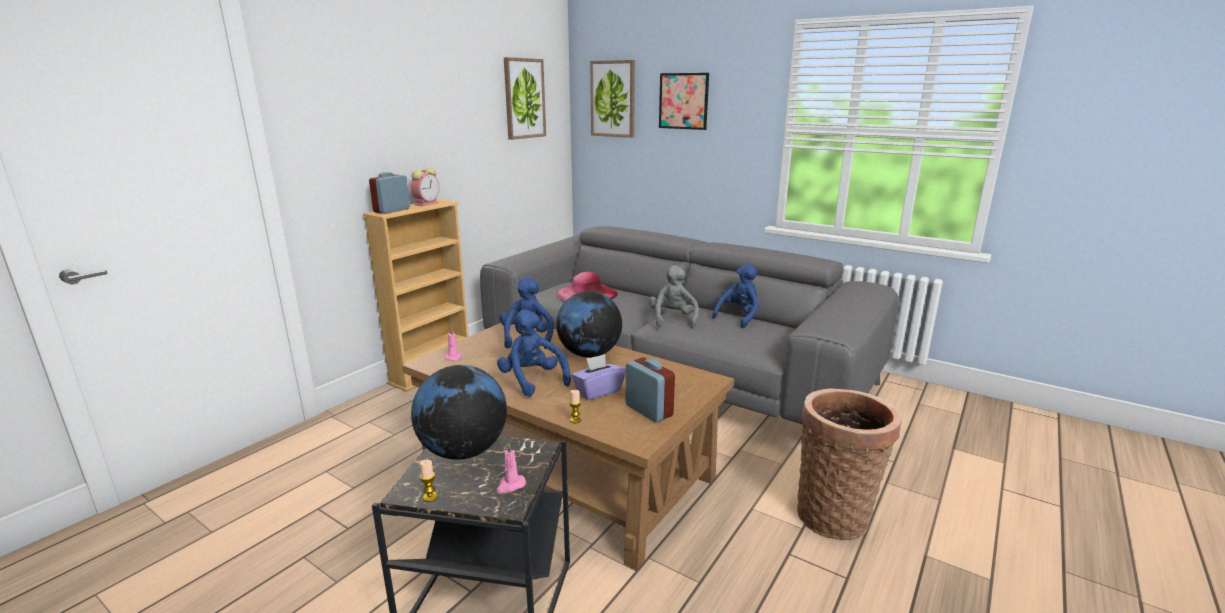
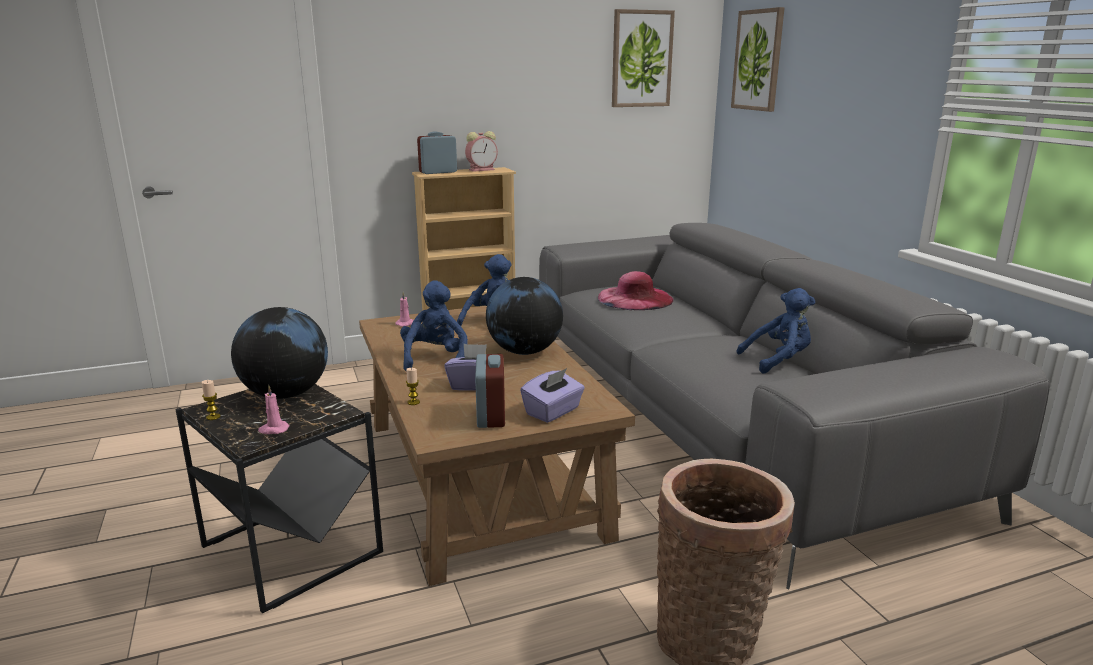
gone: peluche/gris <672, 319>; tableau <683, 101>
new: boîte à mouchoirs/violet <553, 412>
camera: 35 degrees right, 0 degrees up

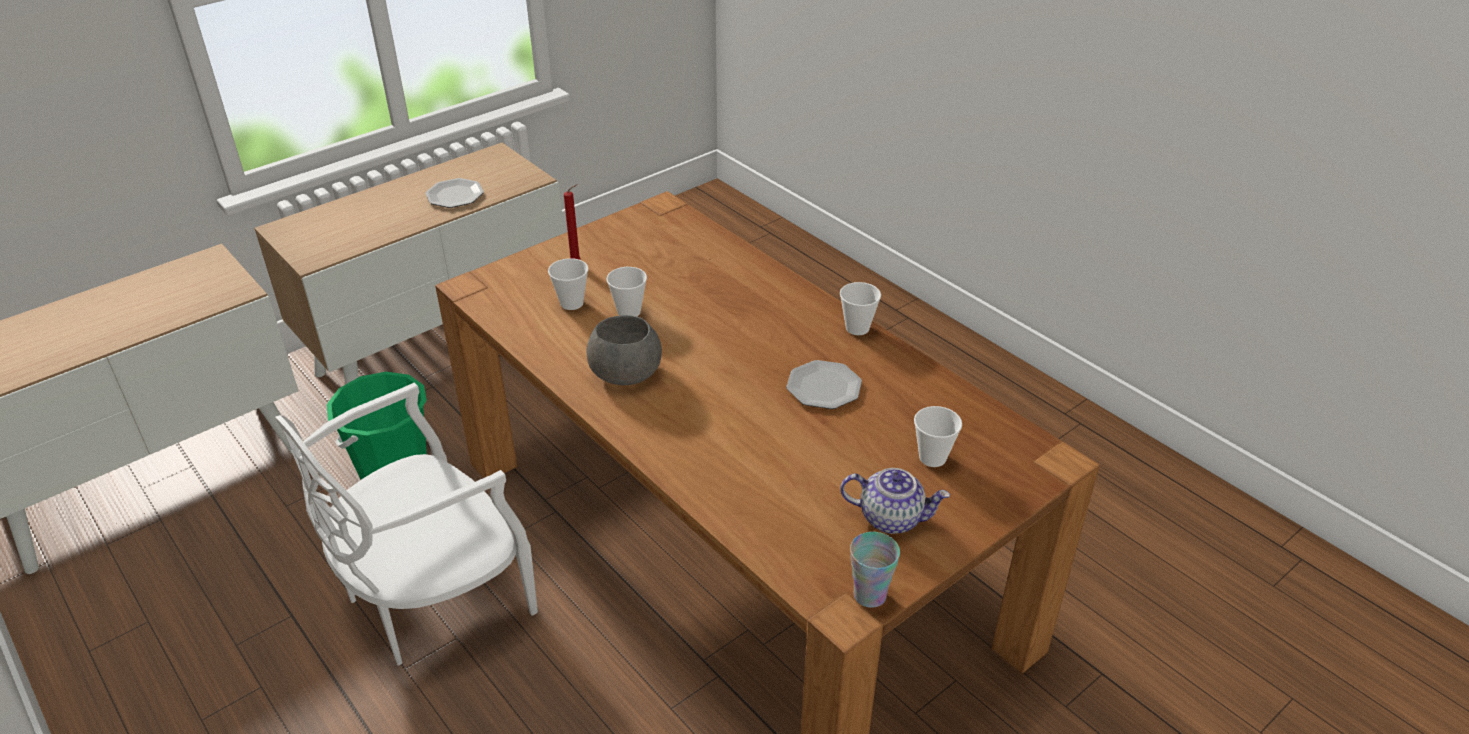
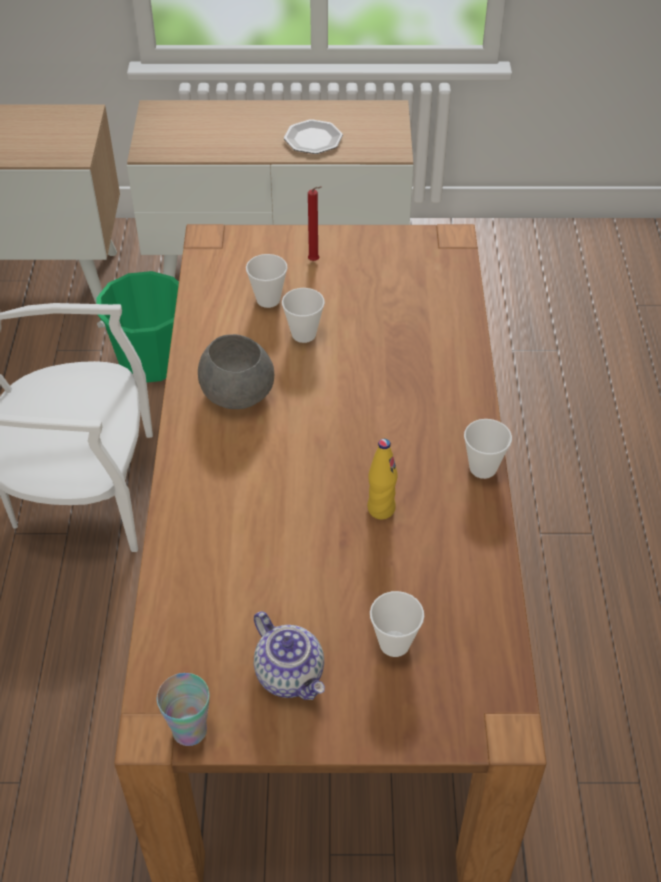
swapped: assiette <823, 387> to bouteille/jaune <381, 509>
camera: 40 degrees right, 10 degrees up

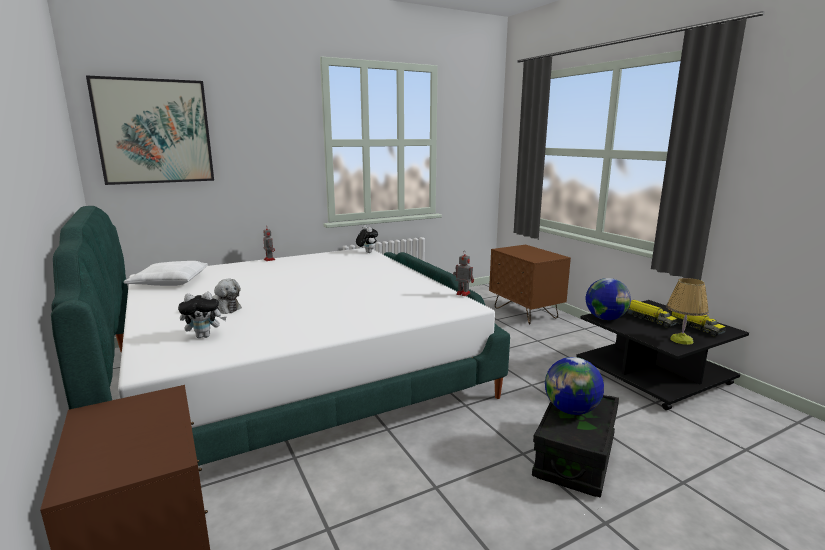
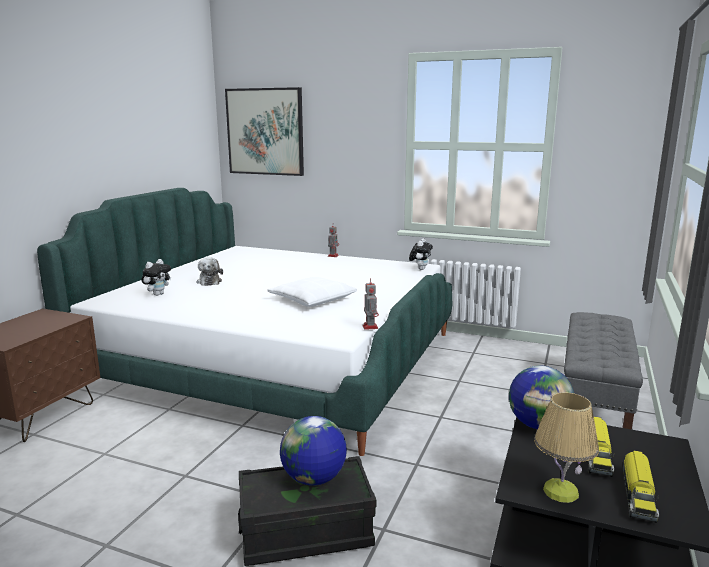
shifted: coussin/blanc <169, 281> to <312, 299>
swapped: table de chevet/marron <525, 313> to banc/gris <594, 403>
rotated: peluche <204, 336> = <158, 294> 90 degrees counterclockwise
camera: 50 degrees right, 0 degrees up

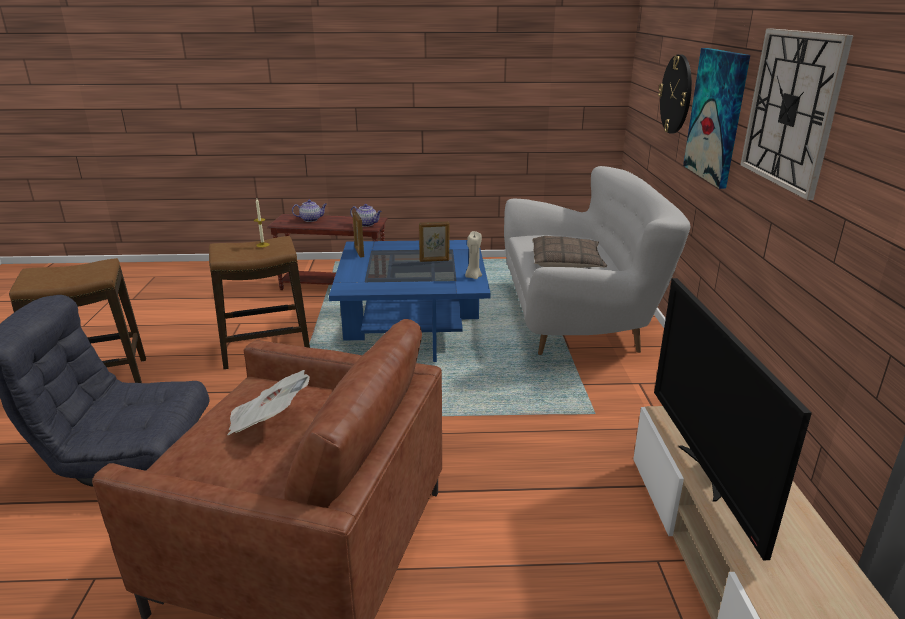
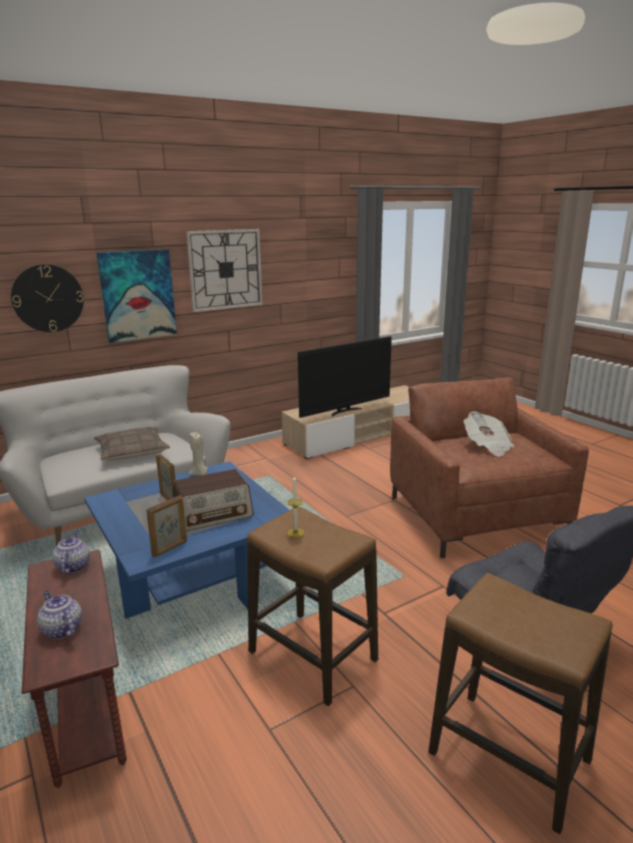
new: radio <213, 515>
camera: 120 degrees left, 5 degrees down

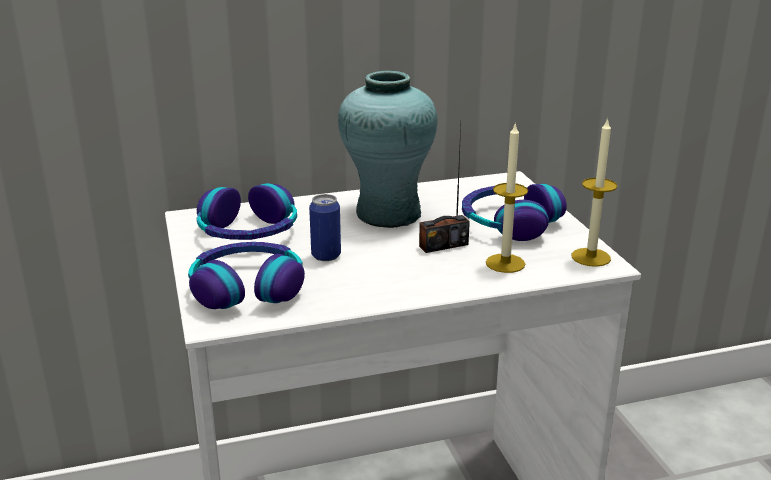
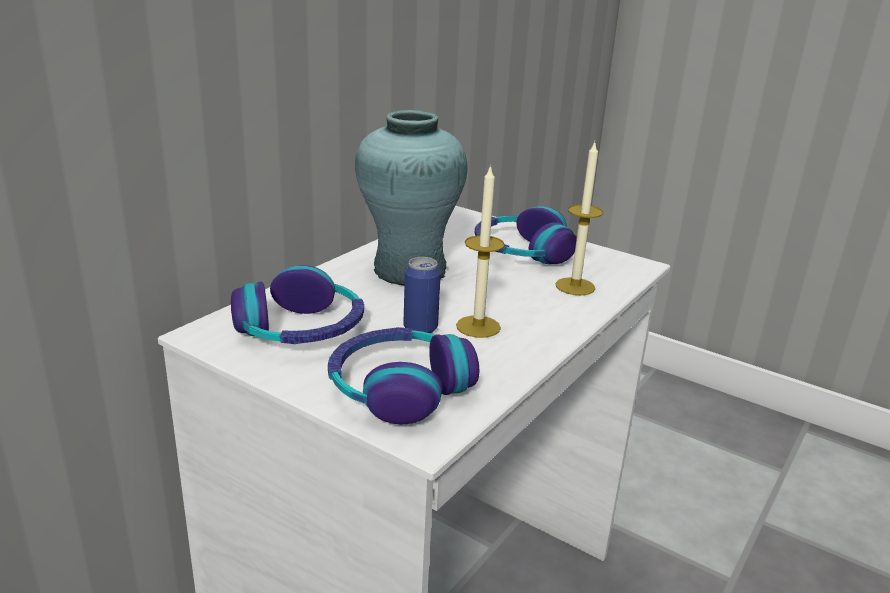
gone: radio <443, 245>
shifted: bougie <591, 257> to <478, 326>
camera: 40 degrees left, 0 degrees up

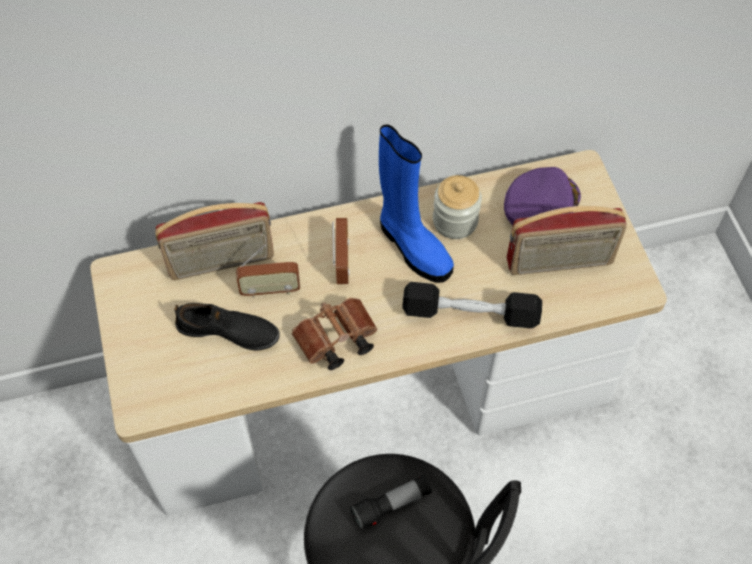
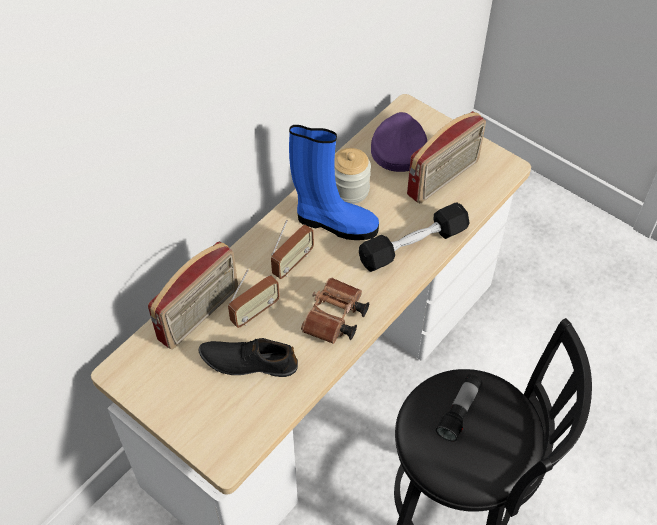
rotated: chaussure/noir <228, 332> = <248, 361> 150 degrees counterclockwise; radio <341, 263> = <292, 263> 75 degrees clockwise
camera: 35 degrees left, 5 degrees down

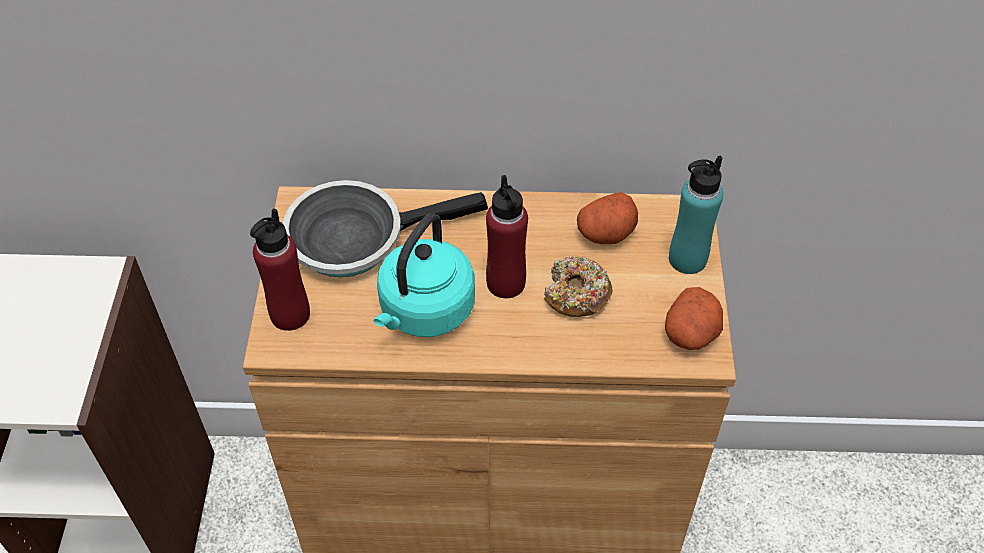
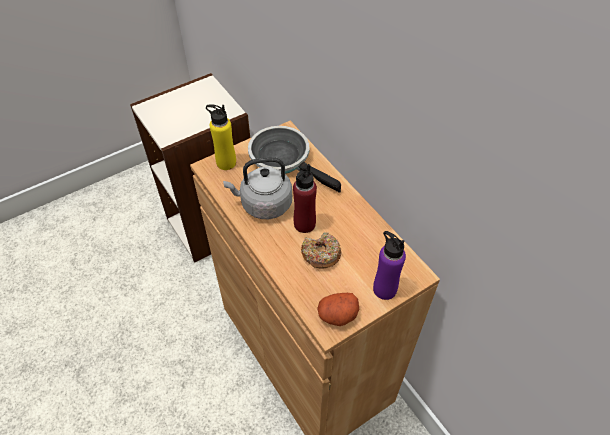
gone: pomme de terre <606, 233>
repainted: bouteille/rouge <290, 314> to bouteille/jaune <226, 162>; bouilloire/turquoise <424, 312> to bouilloire/gris <263, 204>; bouteille/turquoise <687, 259> to bouteille/violet <384, 289>
camera: 55 degrees right, 0 degrees up

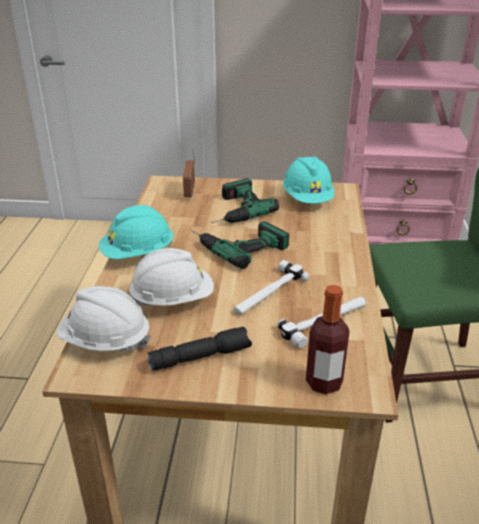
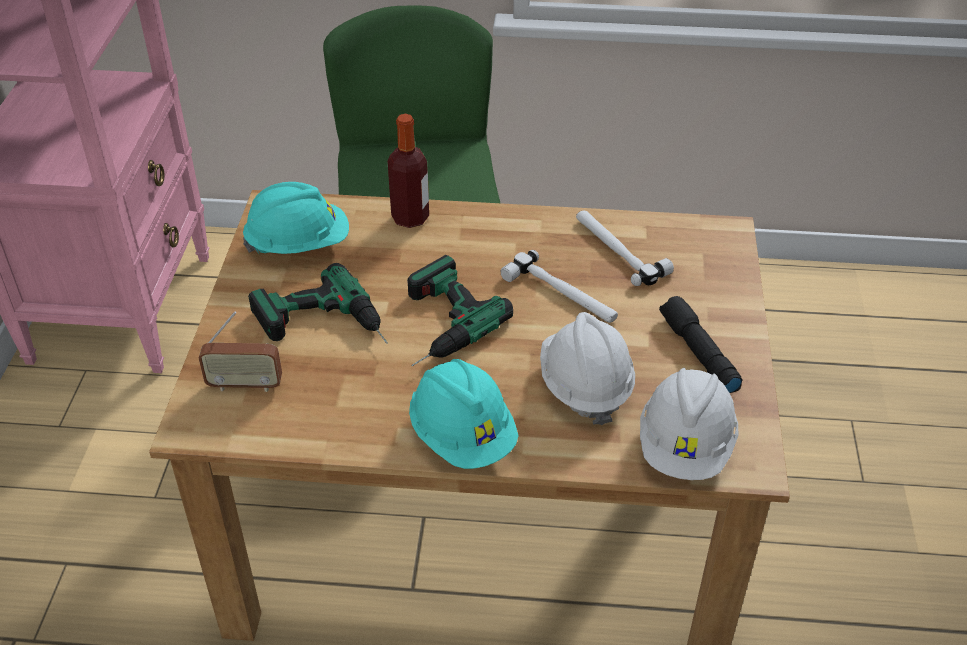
shifted: bouteille <324, 382> to <410, 218>
camera: 90 degrees left, 10 degrees up

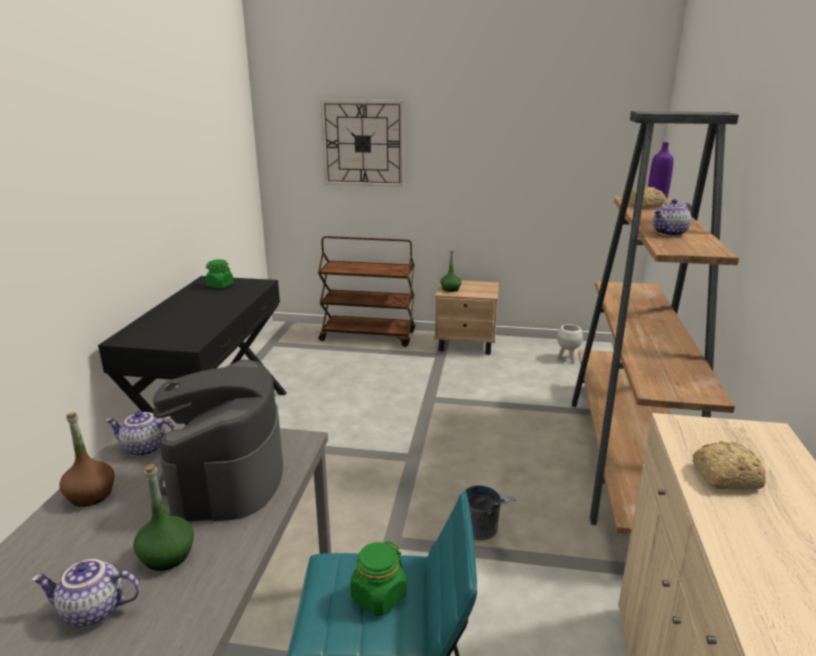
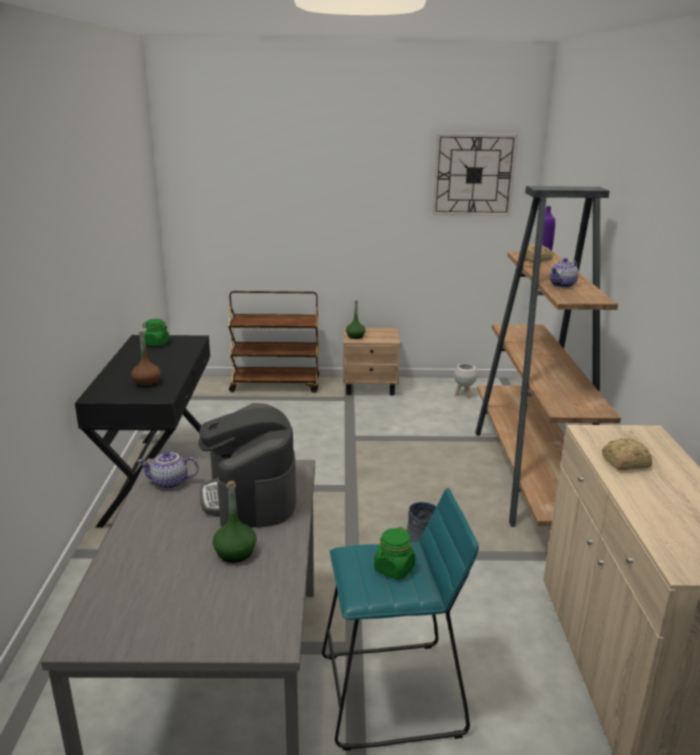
gone: théière <92, 612>
shifted: bouteille/marron <90, 495> to <146, 383>; horloge murale <363, 143> to <473, 175>
camera: 10 degrees left, 0 degrees up

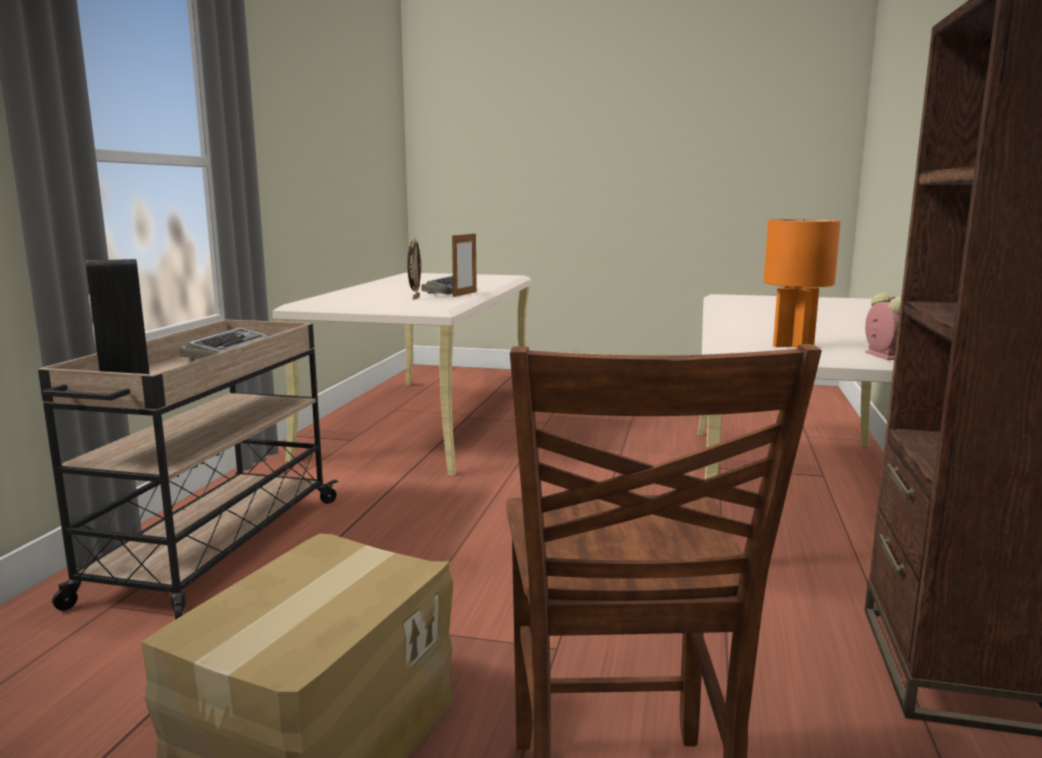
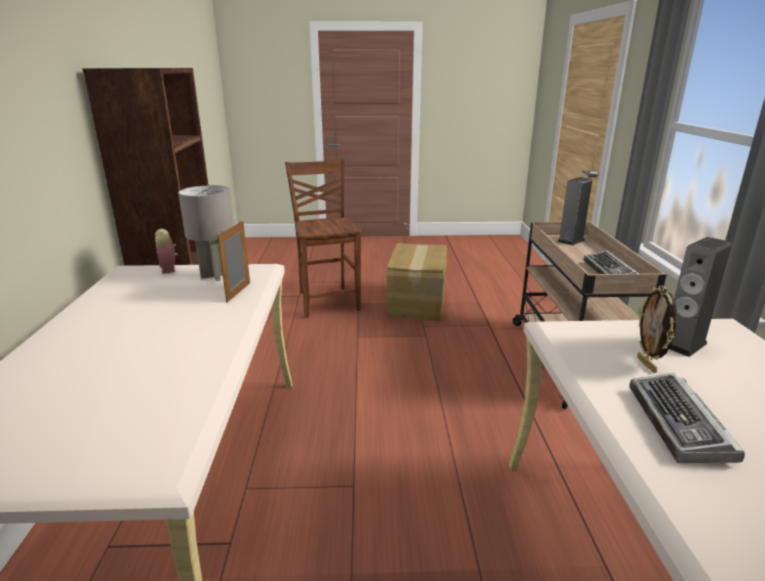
new: enceinte <683, 344>
shifted: cadre photo <465, 294> to <238, 292>
repainted: lampe de table/orange <794, 346> to lampe de table/gris <215, 275>
camera: 165 degrees right, 10 degrees up

